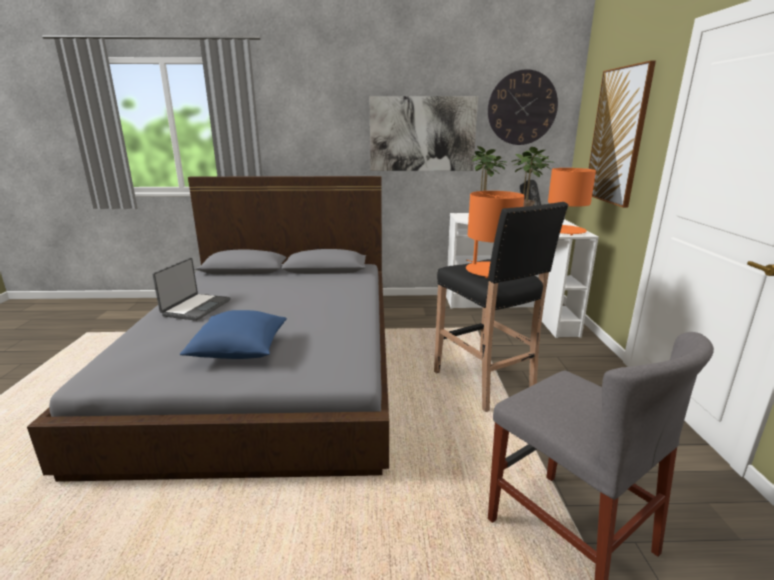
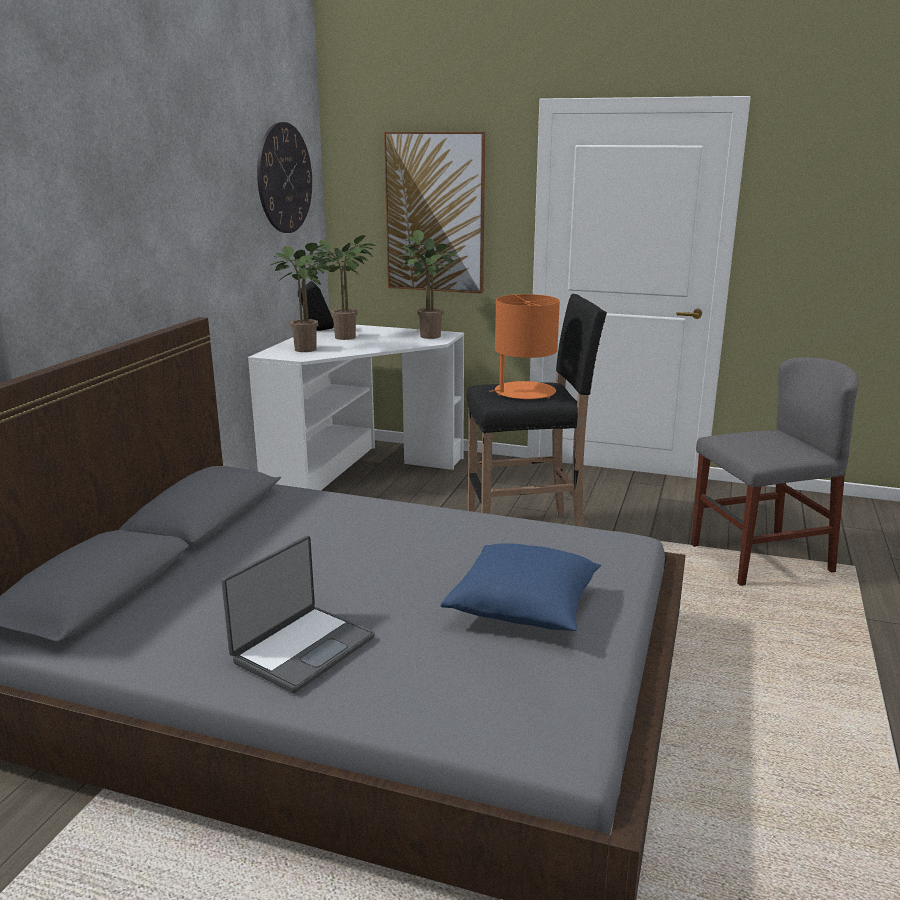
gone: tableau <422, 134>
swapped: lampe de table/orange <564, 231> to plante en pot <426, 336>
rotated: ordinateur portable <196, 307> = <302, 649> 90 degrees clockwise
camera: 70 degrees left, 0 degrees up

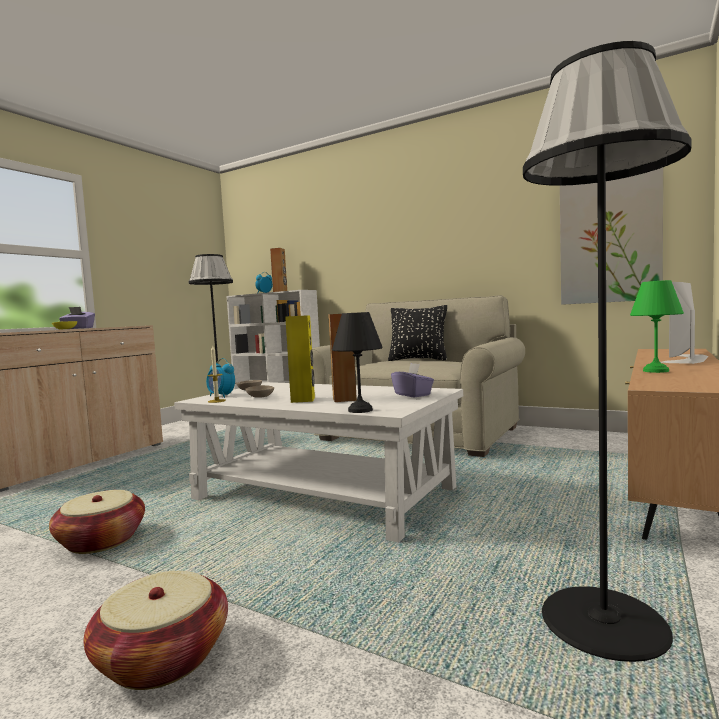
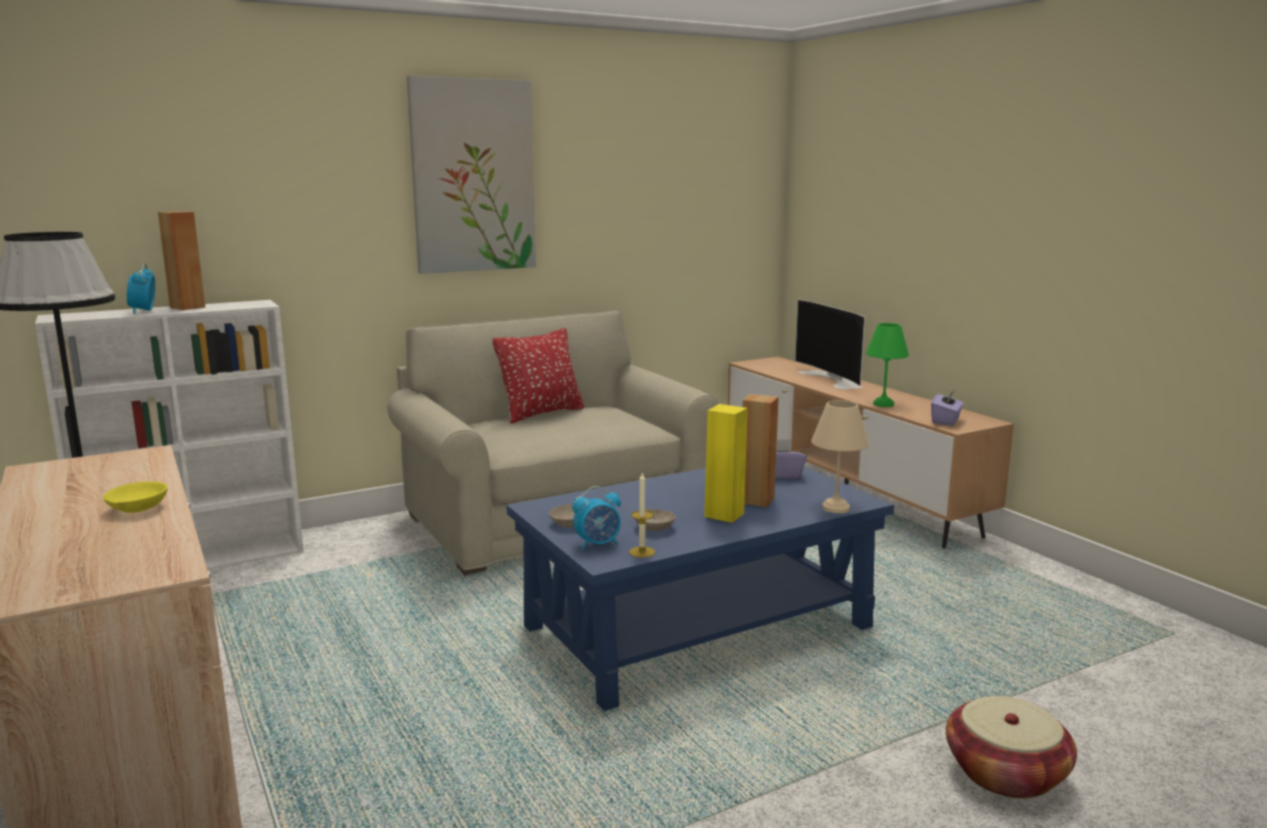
gone: panier <101, 541>; lampadaire/noir <604, 622>
shifted: tableau <609, 234> to <473, 176>; boîte à mouchoirs/violet <78, 328> to <946, 421>
repainted: coussin/noir <418, 360> to coussin/rouge <541, 413>; table basse/blanc <324, 493> to table basse/bleu <698, 626>; lampe de table/noir <360, 410> to lampe de table/beige <837, 508>
camera: 60 degrees left, 10 degrees up

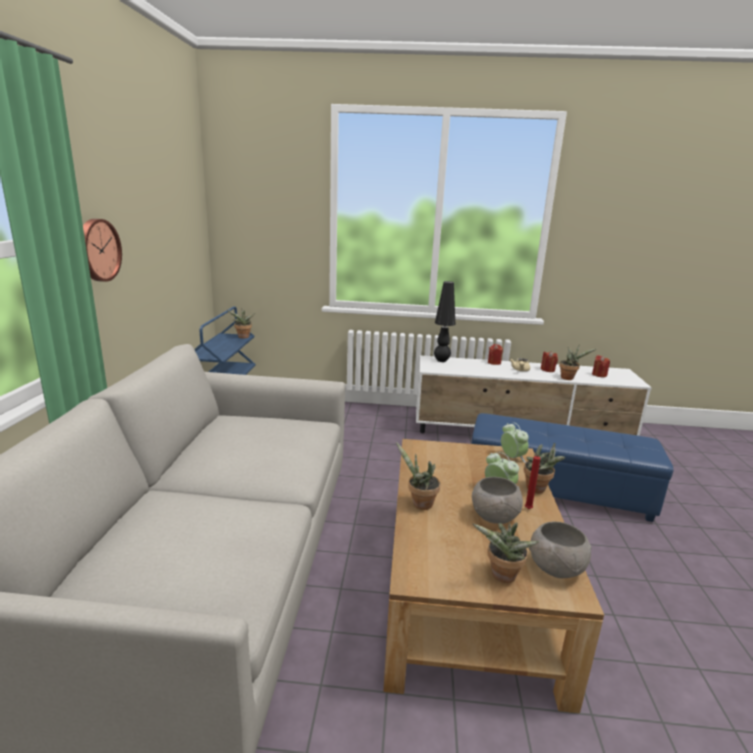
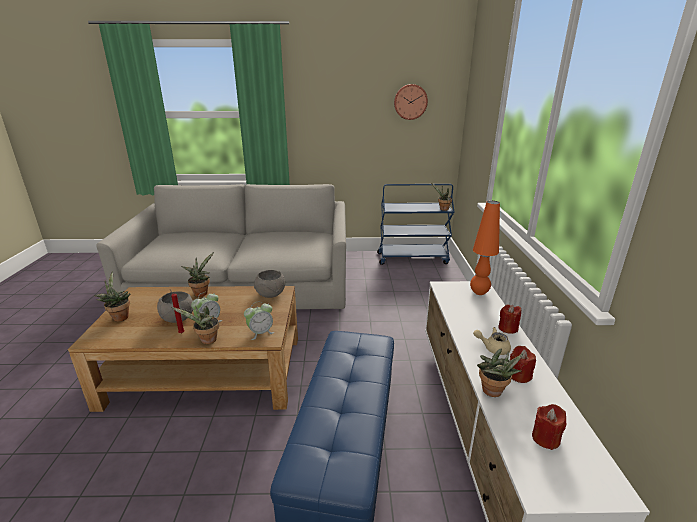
shifted: bol/gris <557, 568> to <270, 294>; horloge murale <97, 250> to <410, 102>
repainted: lampe de table/noir <441, 361> to lampe de table/orange <479, 293>
camera: 85 degrees right, 5 degrees up

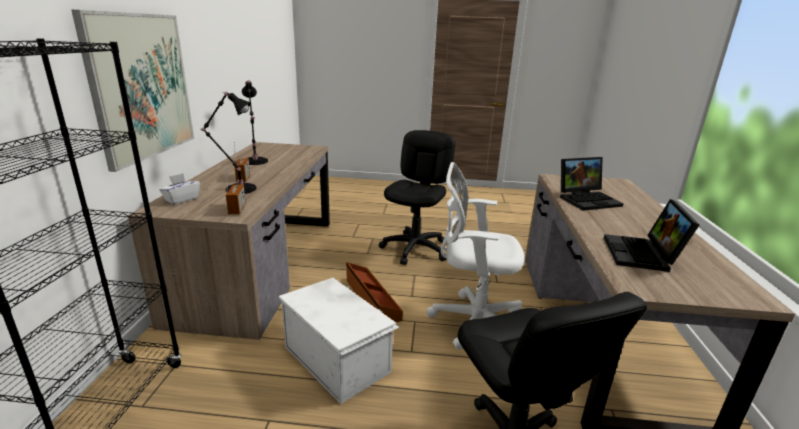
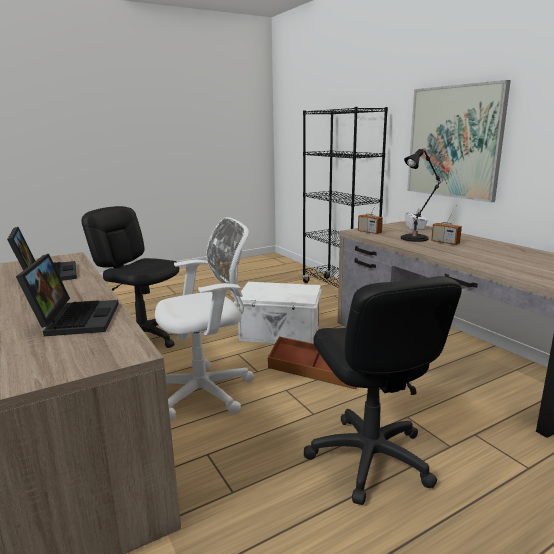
gone: lampe de table/noir <255, 162>
rotated: ordinateur portable <587, 199> = <75, 318> 135 degrees clockwise
camera: 145 degrees right, 5 degrees down

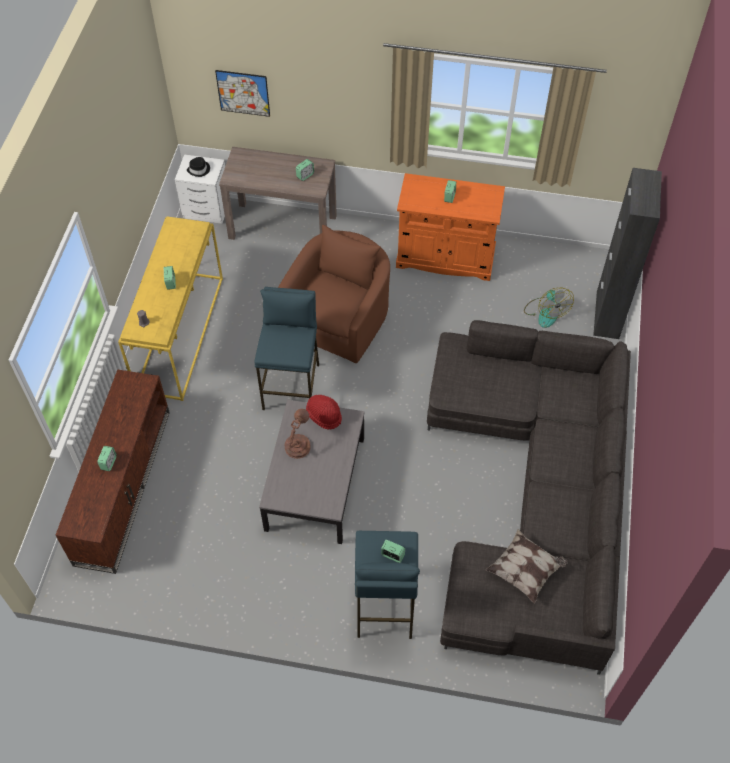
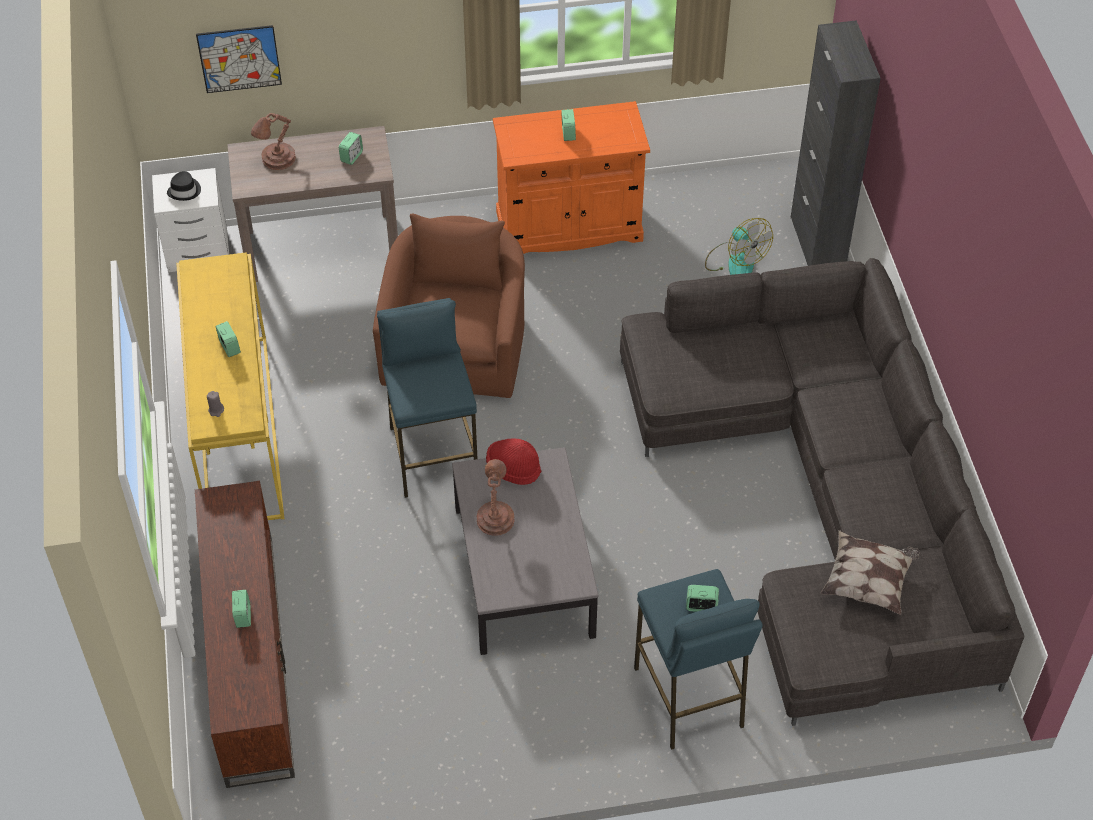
new: lampe de table/marron <276, 160>
camera: 20 degrees left, 5 degrees down

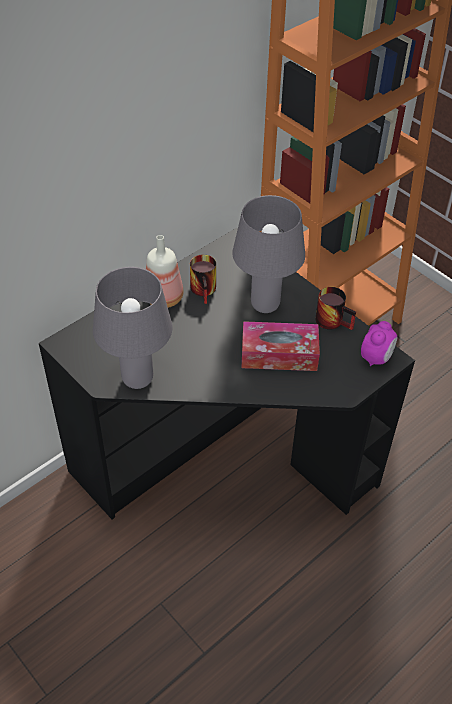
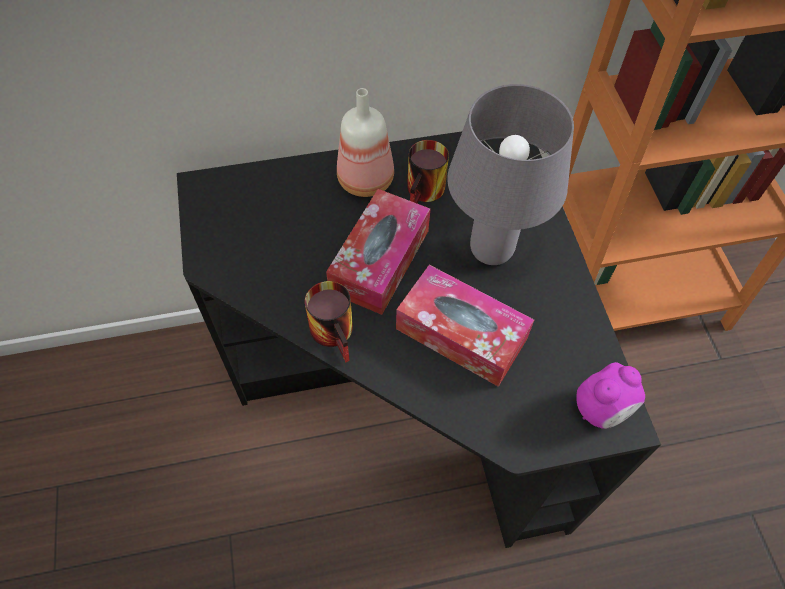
gone: lampe de table/gris <137, 379>
new: boîte à mouchoirs <380, 261>
shifted: mug <334, 320> to <338, 332>
camera: 30 degrees right, 10 degrees up

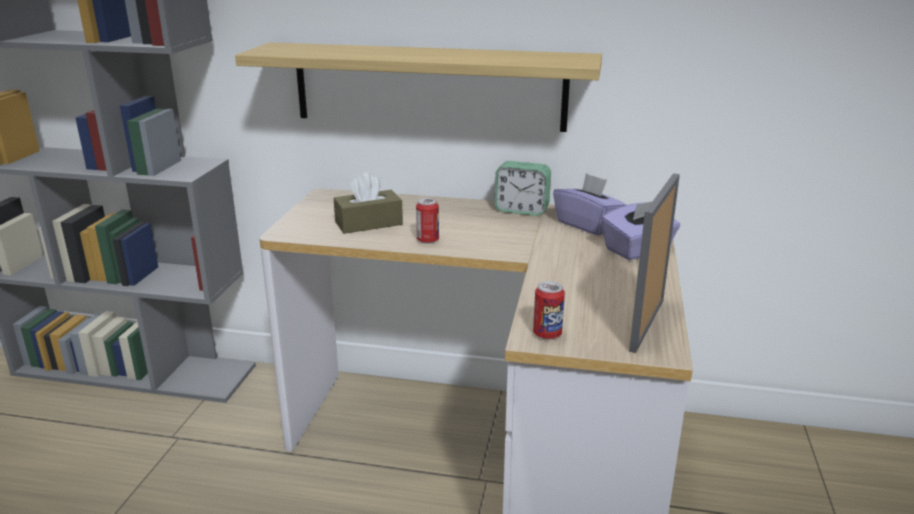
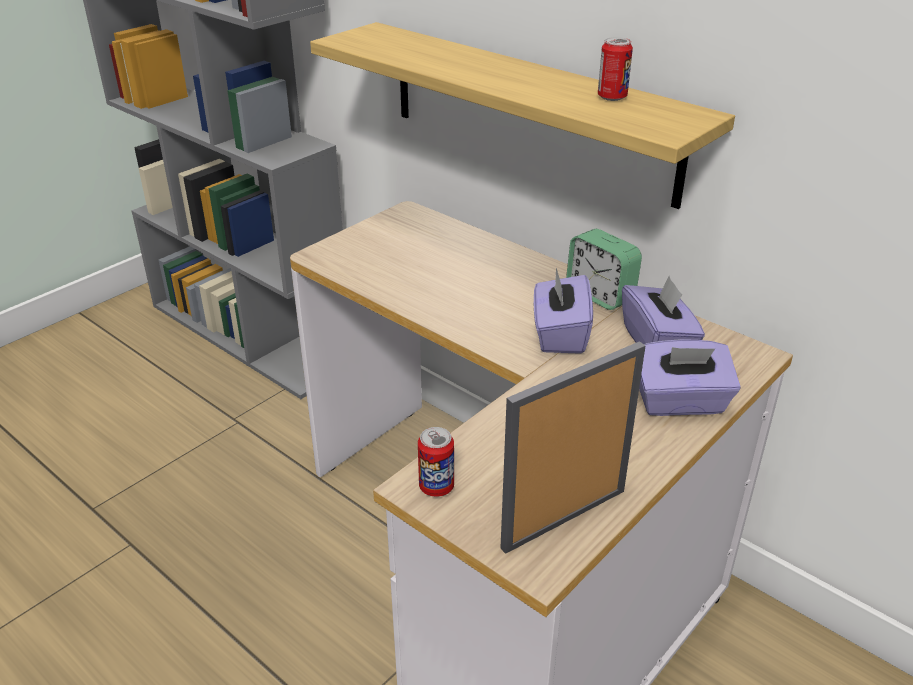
gone: boîte à mouchoirs/marron <369, 223>
new: boîte à mouchoirs/violet <559, 334>
shifted: boîte métallique <427, 240> to <612, 97>
camera: 30 degrees right, 10 degrees up

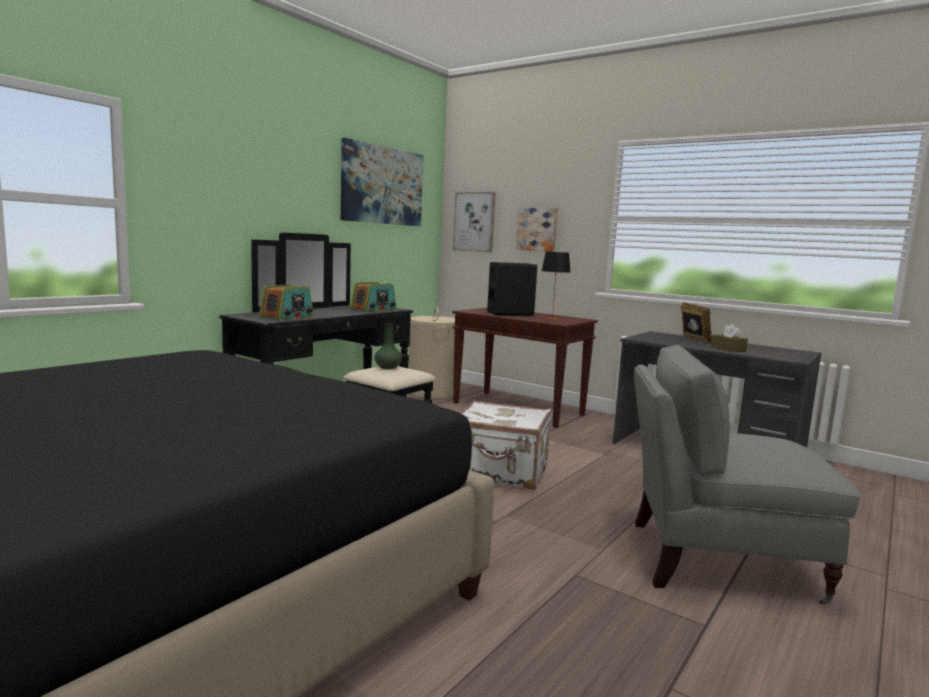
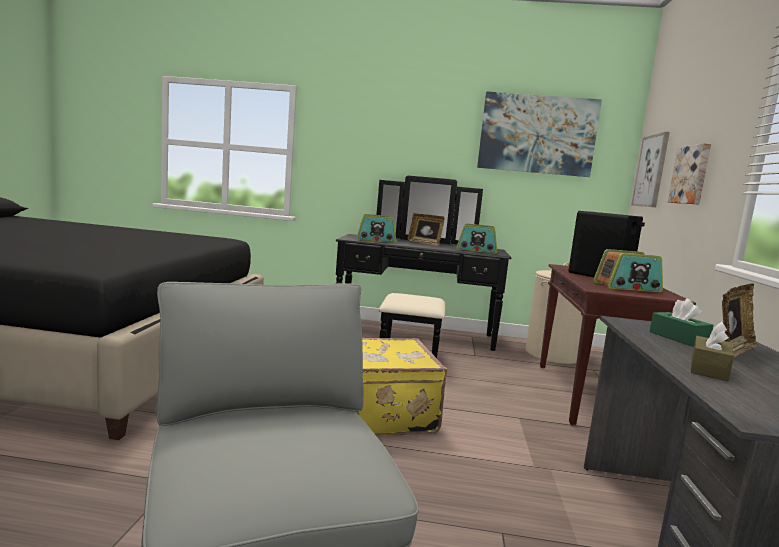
gone: vase/vert <388, 367>
new: cadre photo <424, 243>; boîte à mouchoirs/vert <678, 338>
swapped: lampe de table <552, 318> to radio <627, 287>
repainted: valise/blanc <501, 472> to valise/jaune <384, 414>
camera: 60 degrees right, 0 degrees up

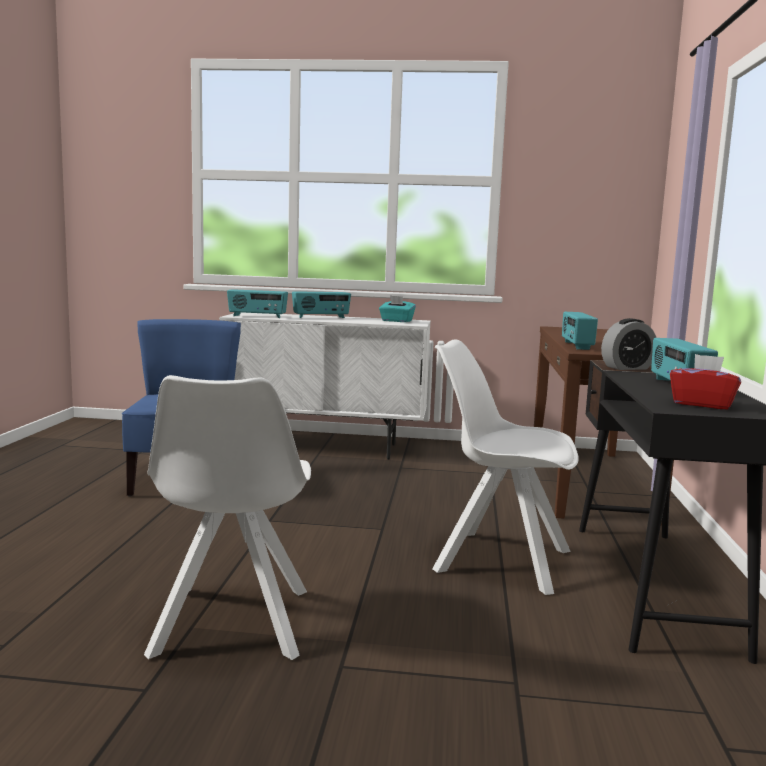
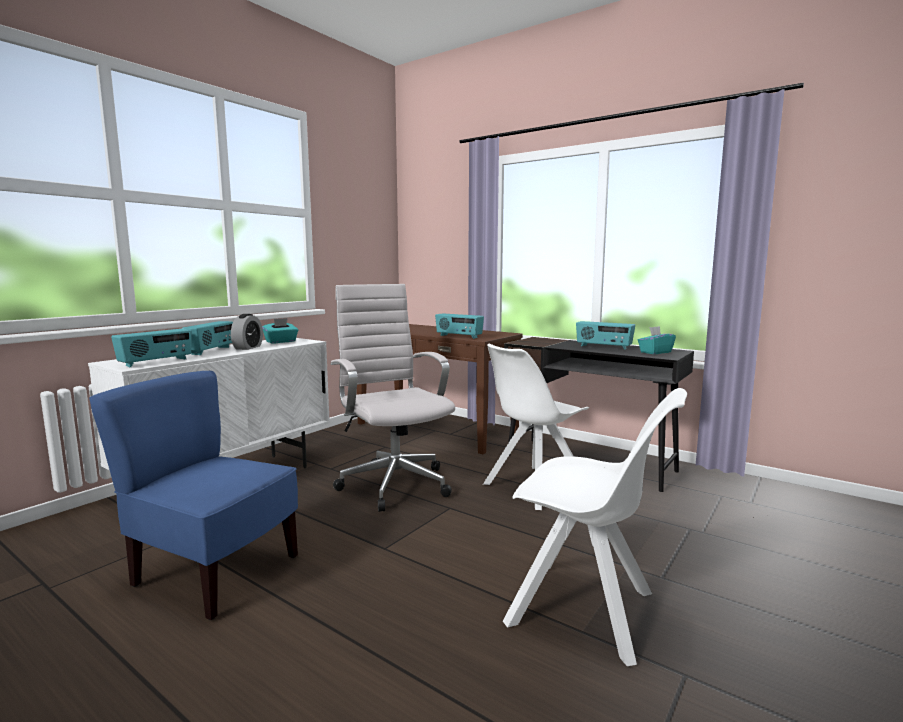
new: chaise de bureau/blanc <393, 483>
shifted: réveil <627, 368> to <248, 347>
repainted: boîte à mouchoirs/rouge <702, 404> to boîte à mouchoirs/turquoise <655, 352>
camera: 60 degrees left, 0 degrees up

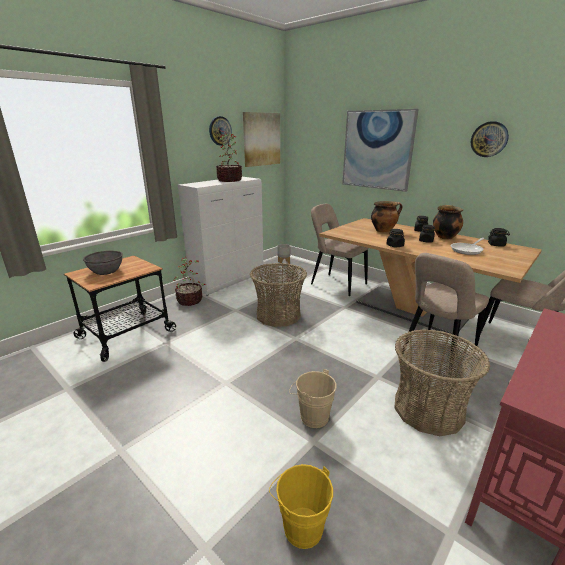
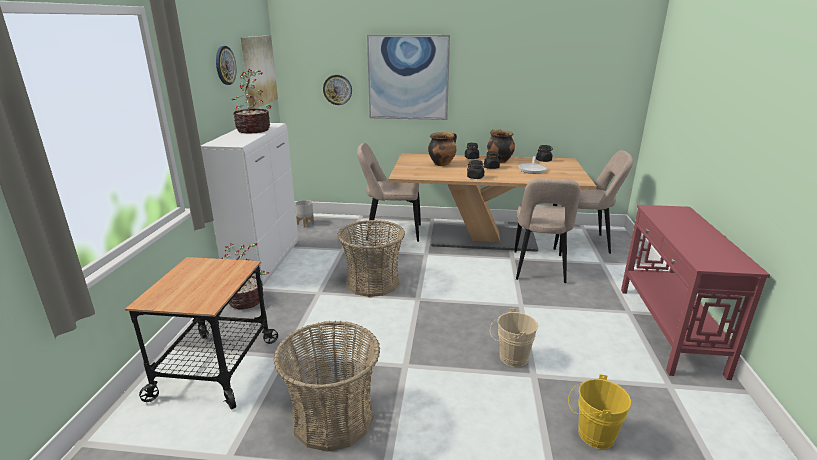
gone: bol/gris <106, 271>
shifted: panier <428, 409> to <332, 418>; horloge murale <489, 139> to <337, 89>
camera: 35 degrees left, 0 degrees up

